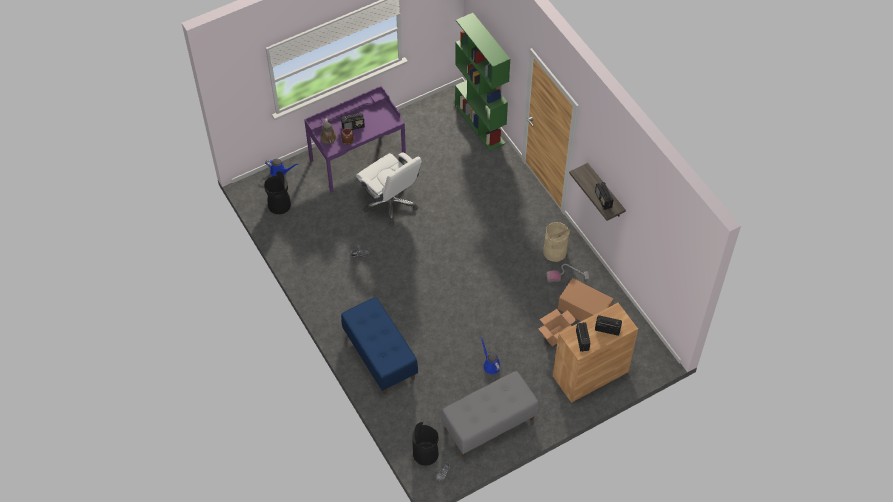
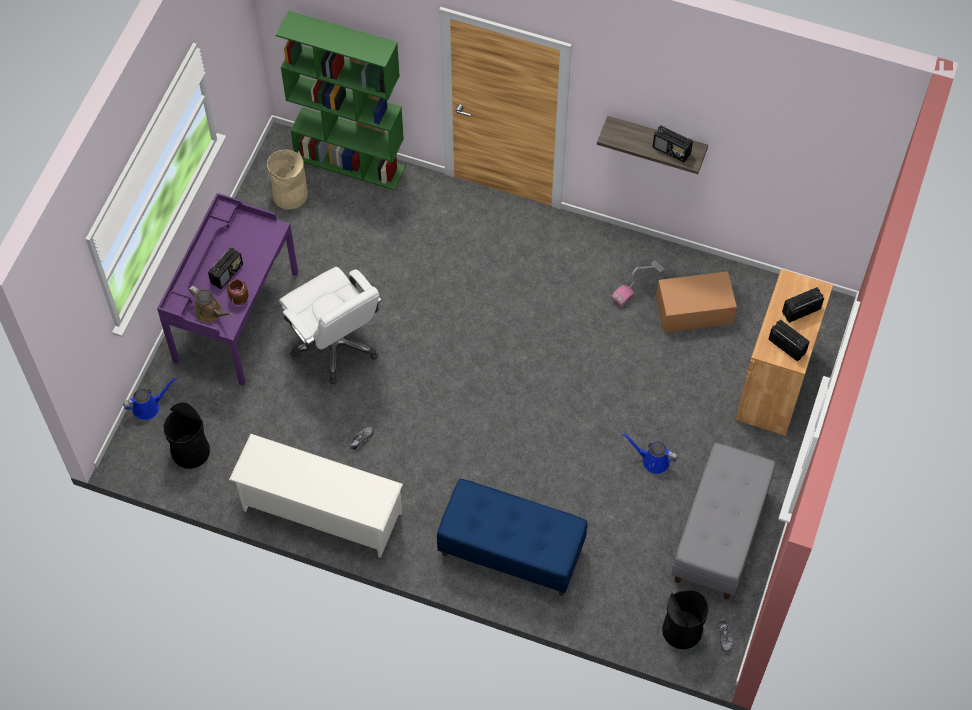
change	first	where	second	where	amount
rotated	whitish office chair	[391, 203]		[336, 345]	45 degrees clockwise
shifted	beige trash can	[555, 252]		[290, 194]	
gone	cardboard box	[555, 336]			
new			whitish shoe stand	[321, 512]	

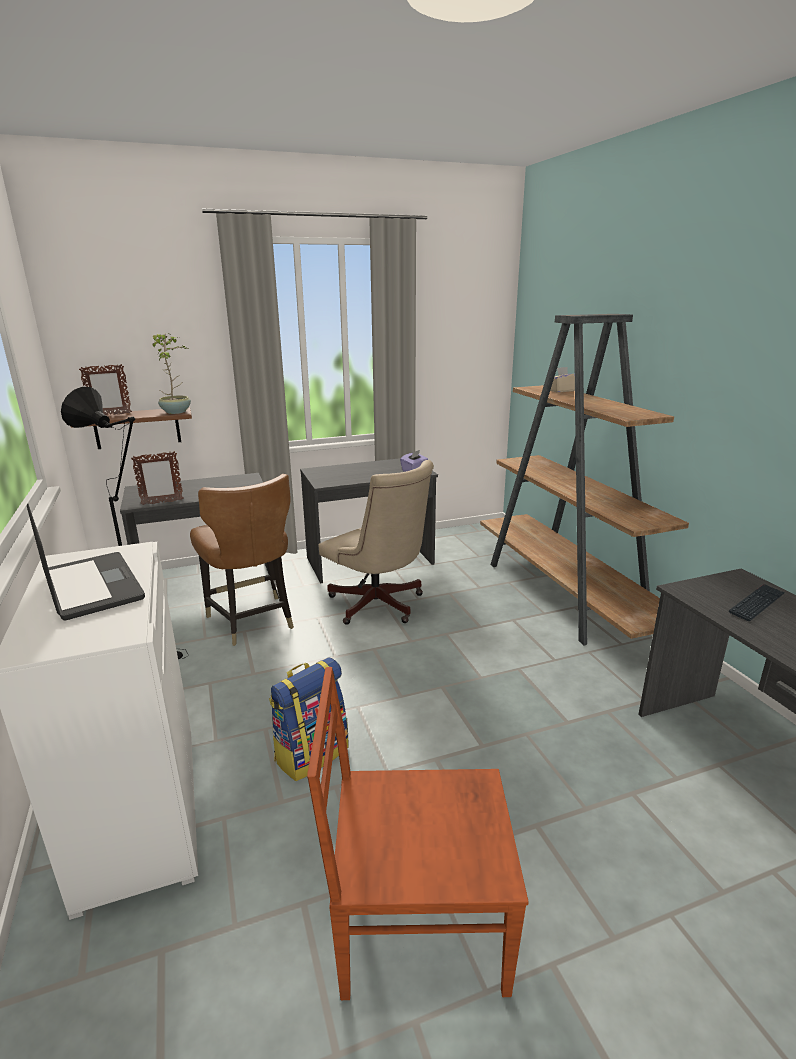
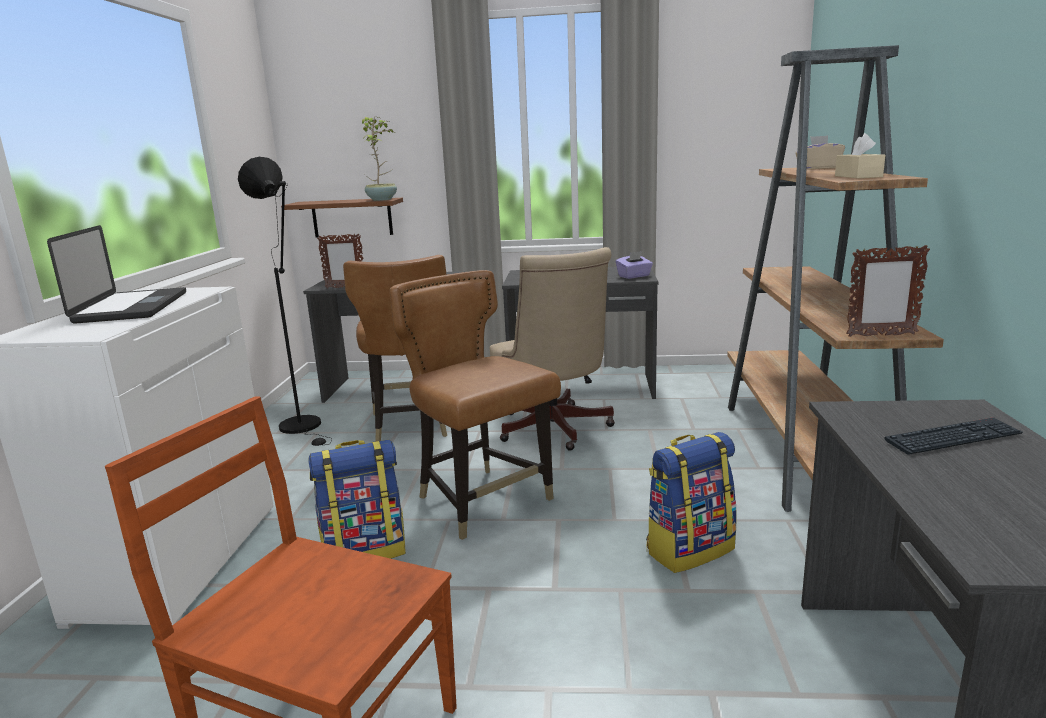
change	first	where	second	where	amount
shifted	photo frame	[111, 415]		[880, 335]	
new			beige tissue holder	[858, 176]	
new			brown-coloured plain chair	[482, 500]	
new			backpack	[689, 549]	

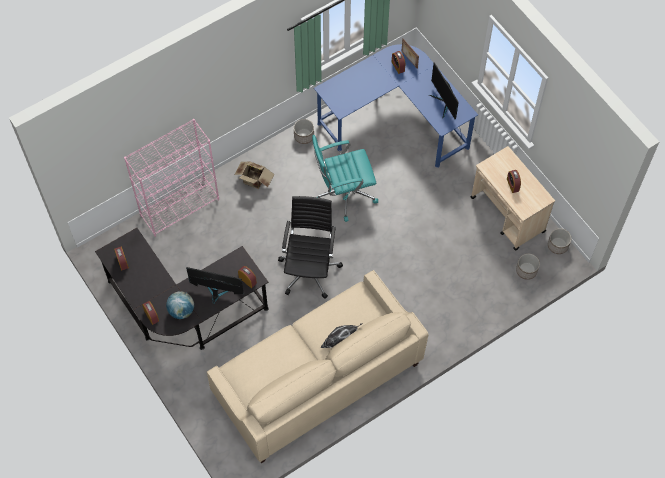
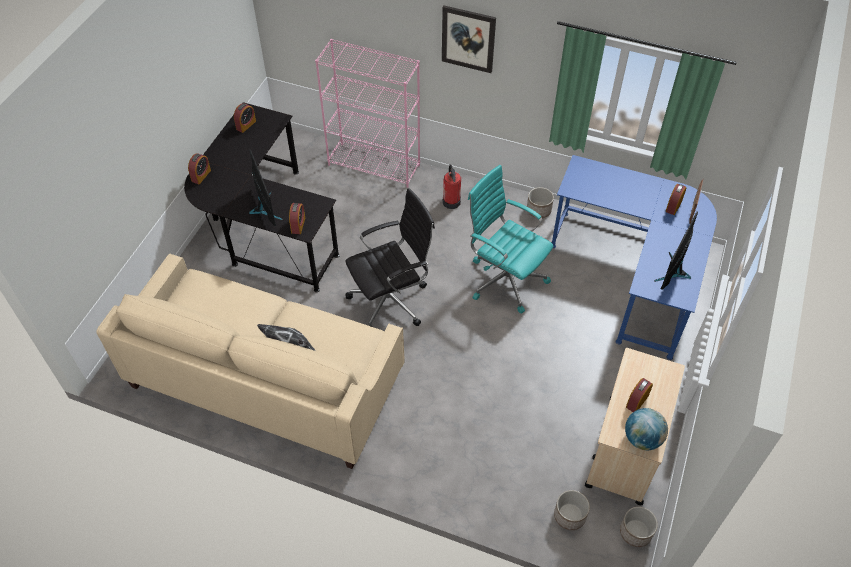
change	first	where	second	where	amount
swapped	cardboard box	[254, 181]	fire-fighting cylinder	[451, 201]	
shifted	world globe	[181, 310]		[642, 439]	
new			picture	[468, 39]	

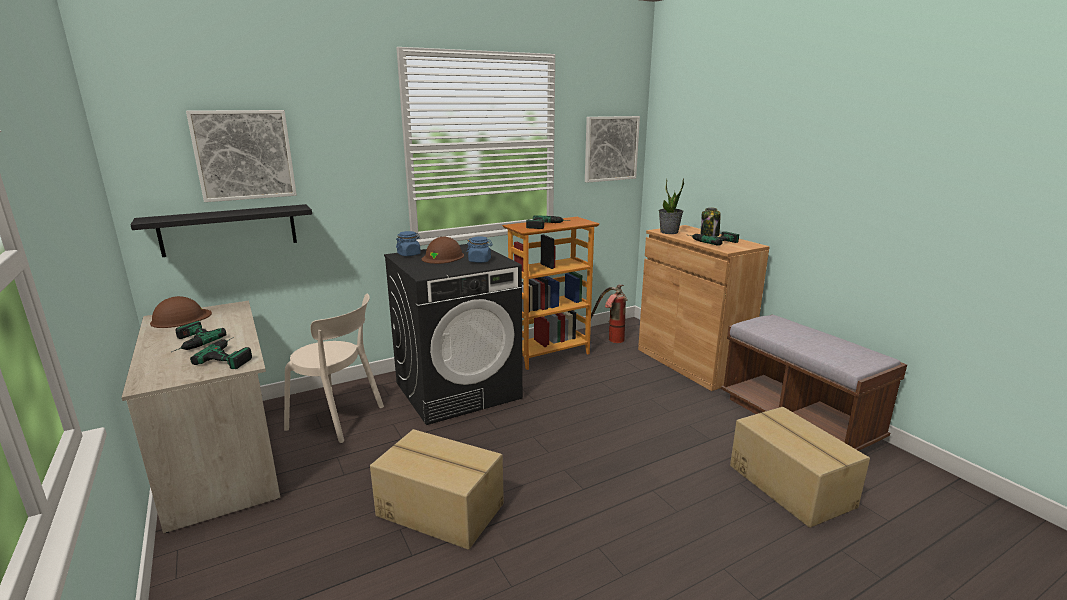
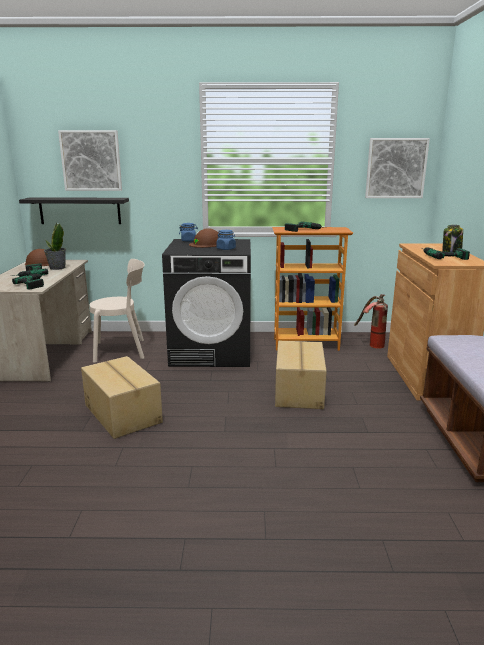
change	first	where	second	where	amount
shifted	plant in a pot	[669, 232]		[57, 268]	
rotated	beige plain chair	[339, 418]		[123, 350]	60 degrees counterclockwise
shifted	cardboard box	[791, 485]		[300, 390]	

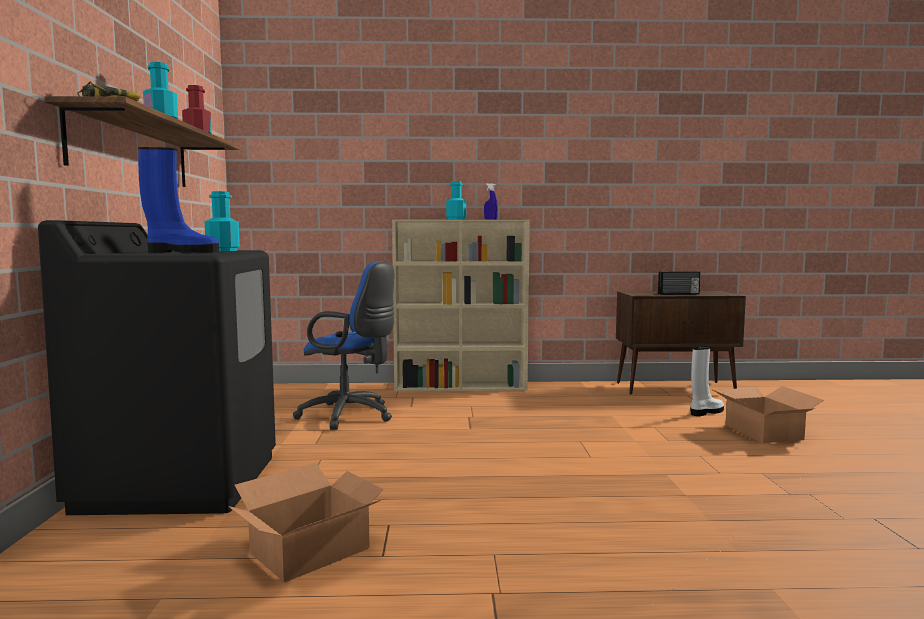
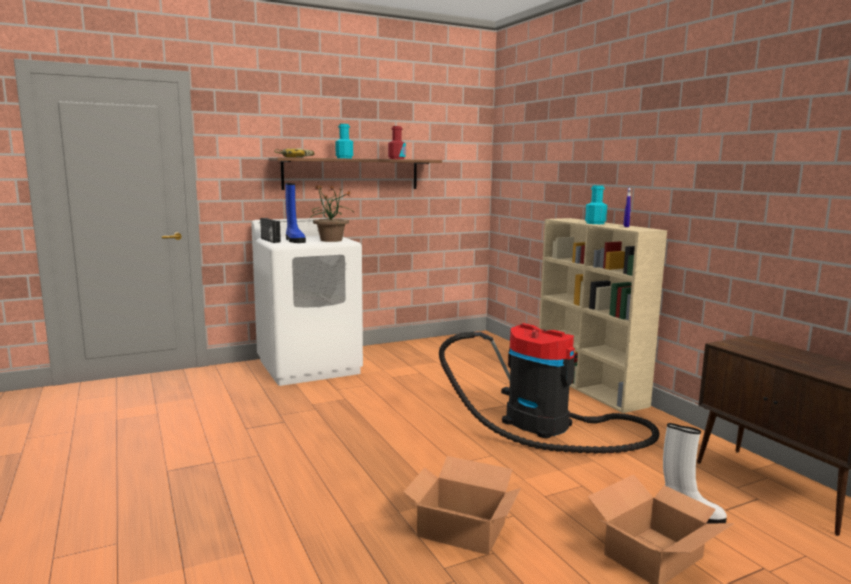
change	first	where	second	where	amount
swapped	blue-green beverage bottle	[223, 250]	plant in a pot	[331, 240]	
repainted	blackish washing machine	[180, 482]	whitish washing machine	[309, 366]	
gone	blue-coloured office chair	[350, 416]			
shifted	radio	[679, 294]		[269, 240]	
shifted	cardboard box	[311, 551]		[462, 530]	
new			vacuum cleaner	[544, 426]	

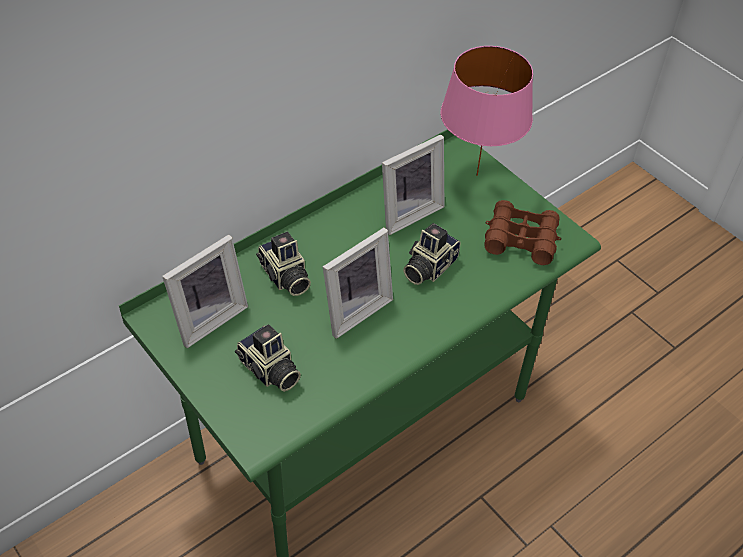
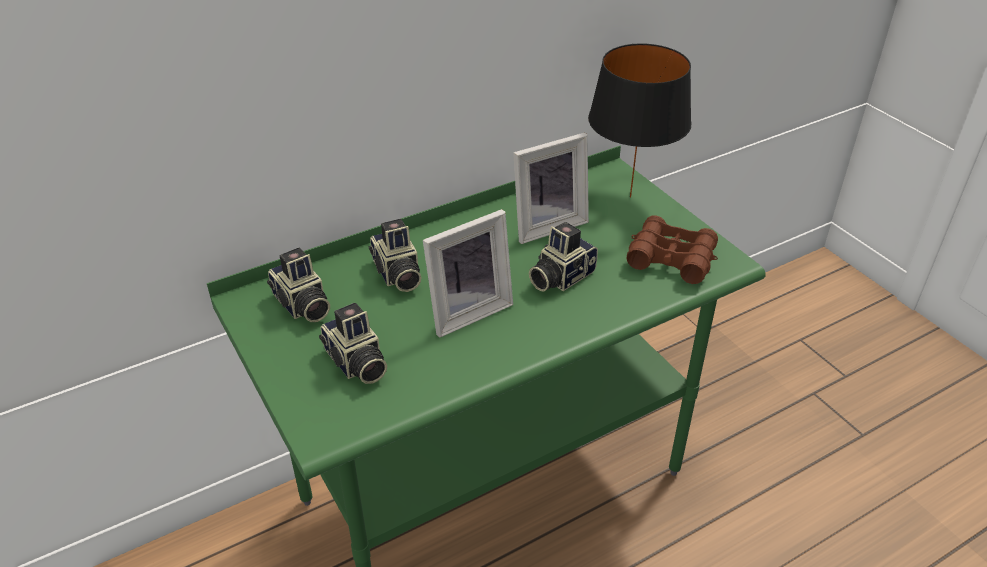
change	first	where	second	where	amount
repainted	pink lamp for a table	[478, 175]	blackish lamp for a table	[631, 197]	
swapped	photo frame	[207, 317]	still camera	[301, 306]	

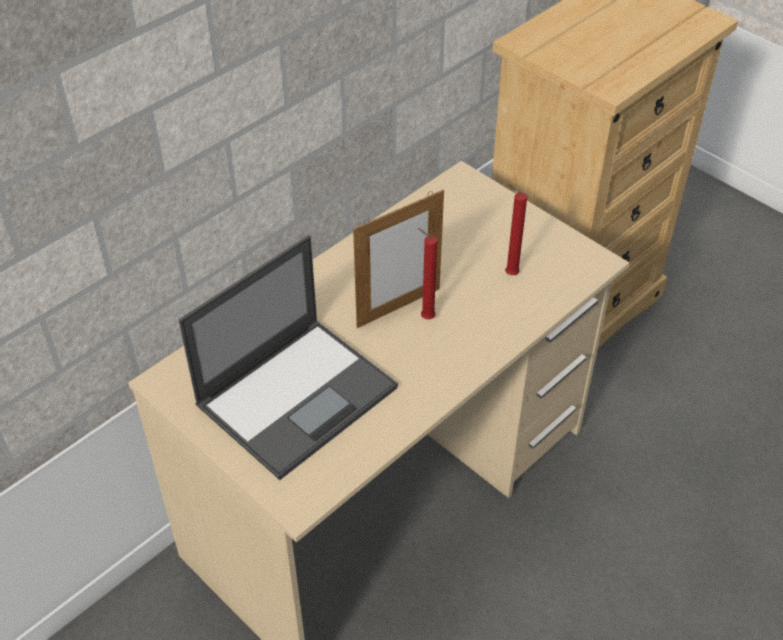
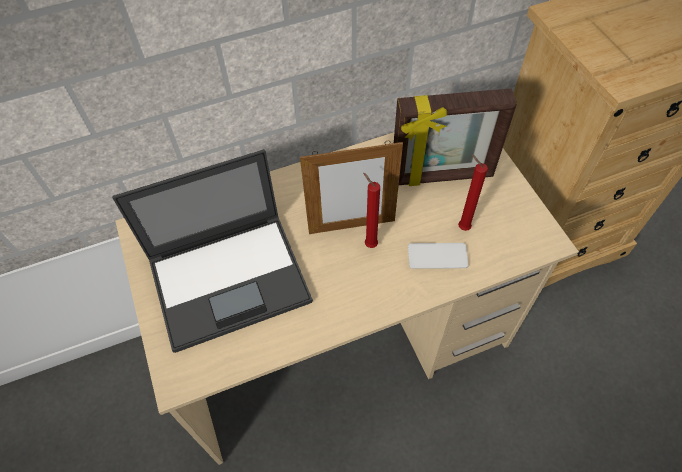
change	first	where	second	where	amount
new			photo frame	[442, 176]	
new			phone	[437, 256]	

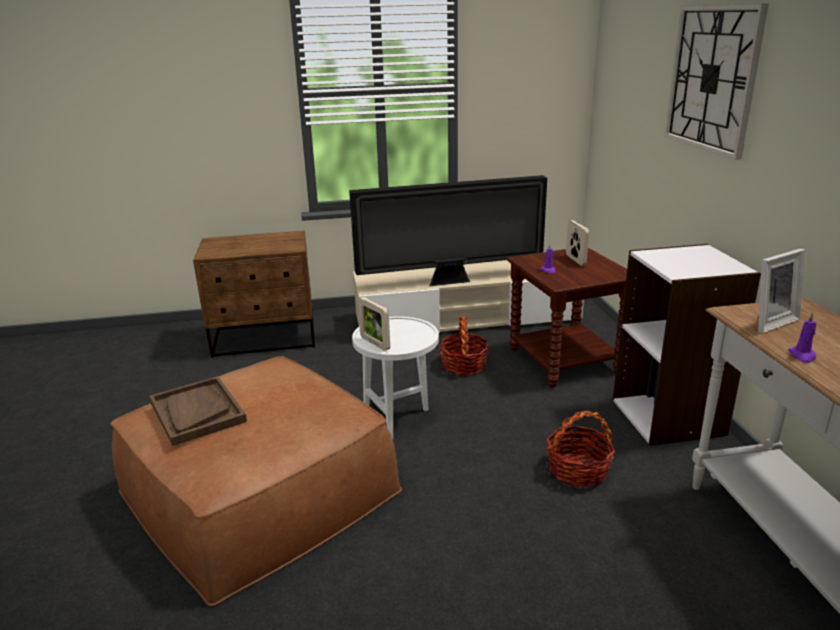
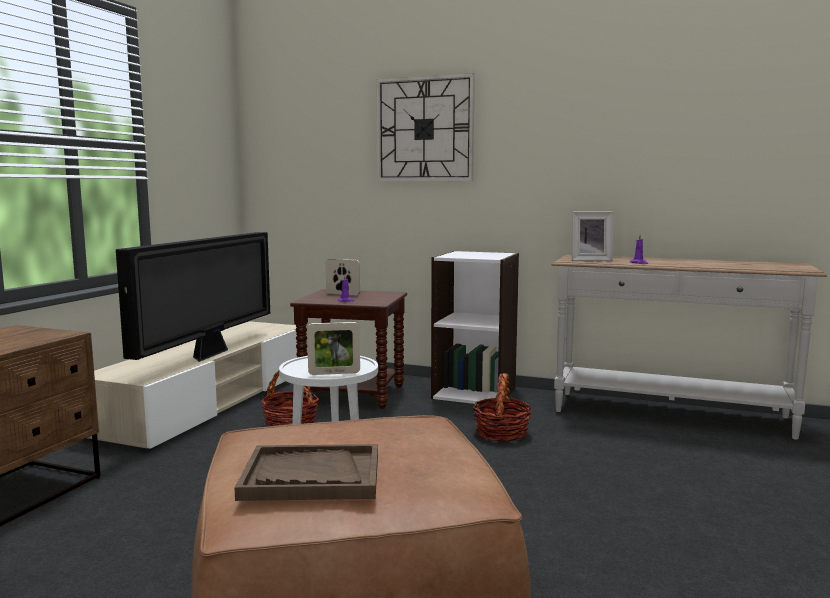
change	first	where	second	where	amount
rotated	photo frame	[768, 322]		[590, 260]	90 degrees clockwise

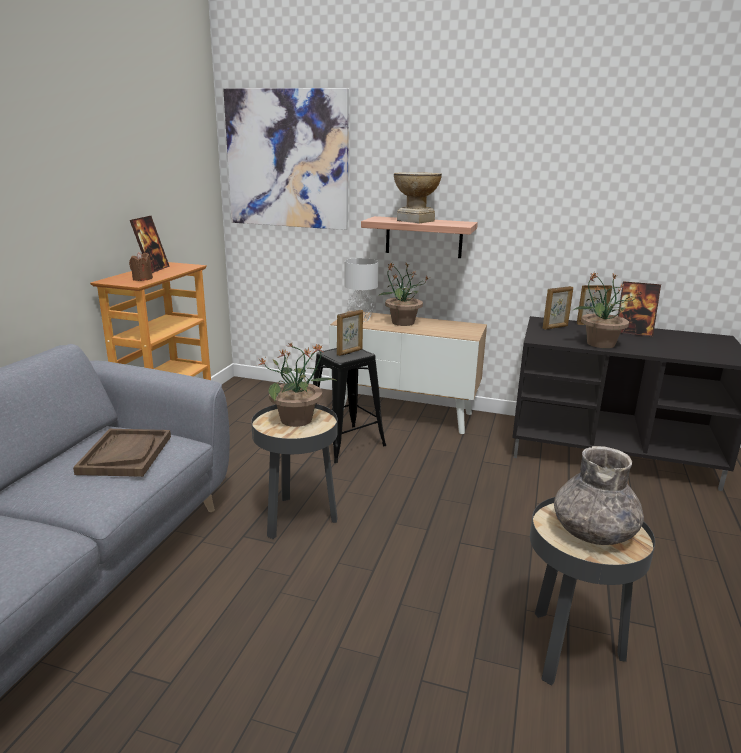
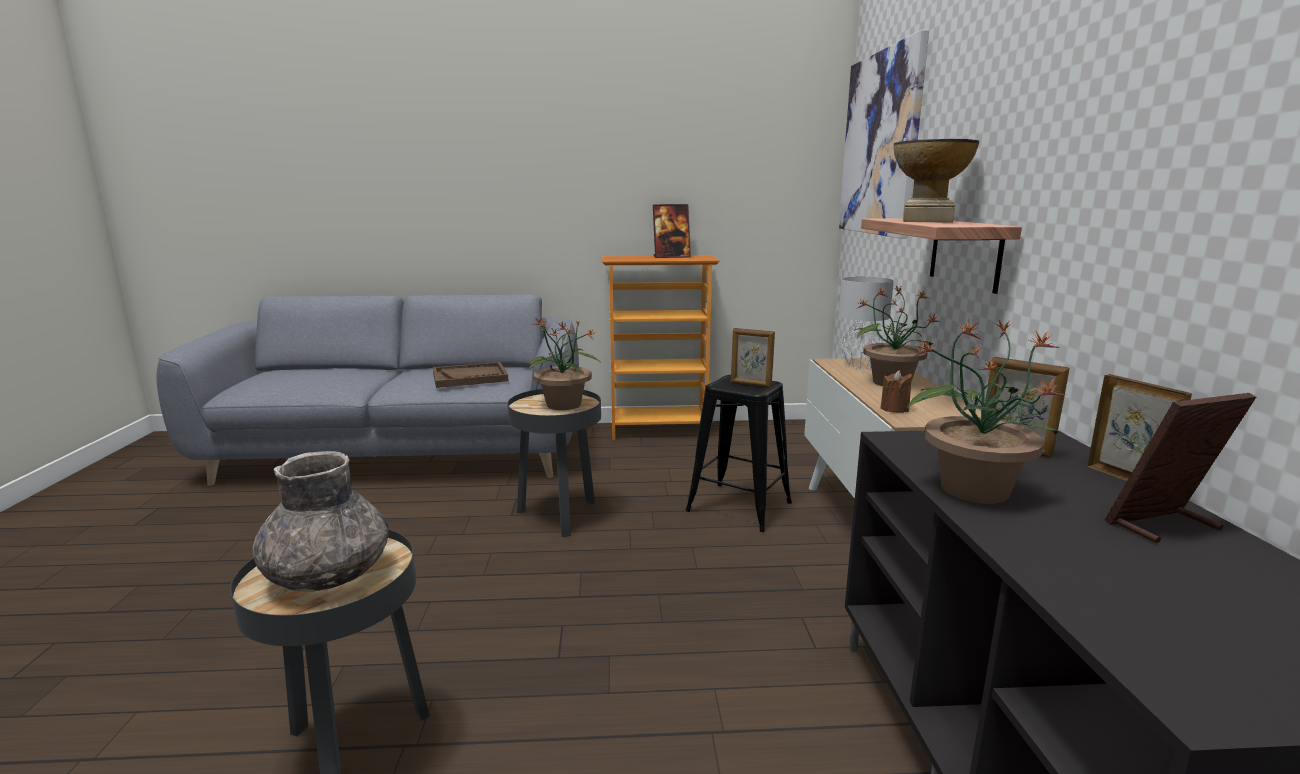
change	first	where	second	where	amount
shifted	brown-coloured candle	[142, 279]		[894, 409]	
rotated	photo frame	[633, 332]		[1163, 526]	75 degrees clockwise

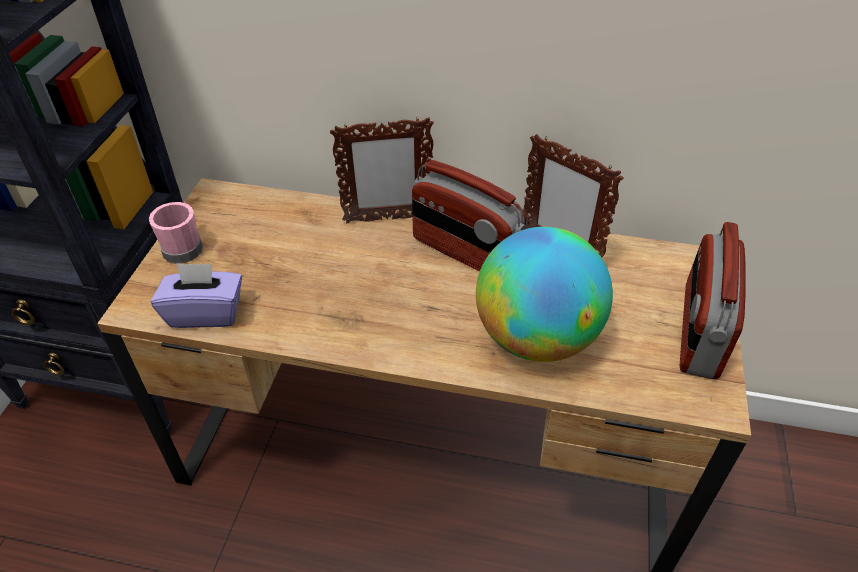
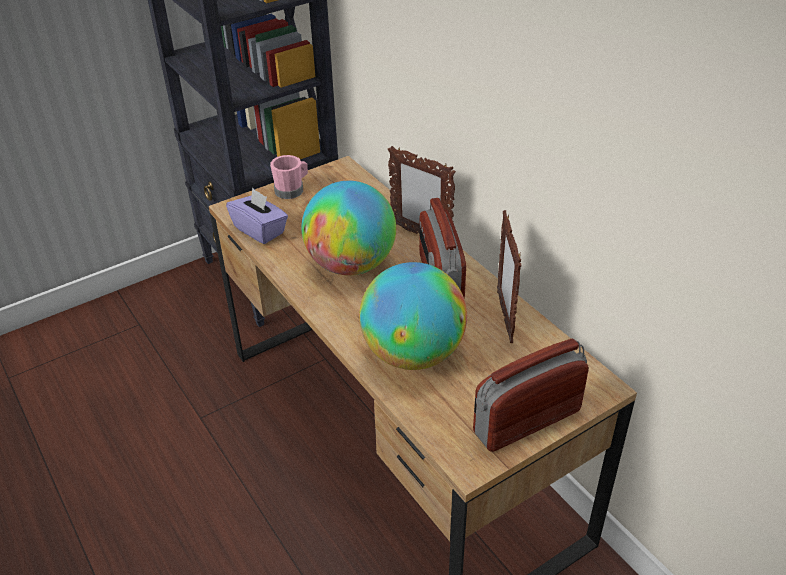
change	first	where	second	where	amount
new			world globe	[351, 265]	

